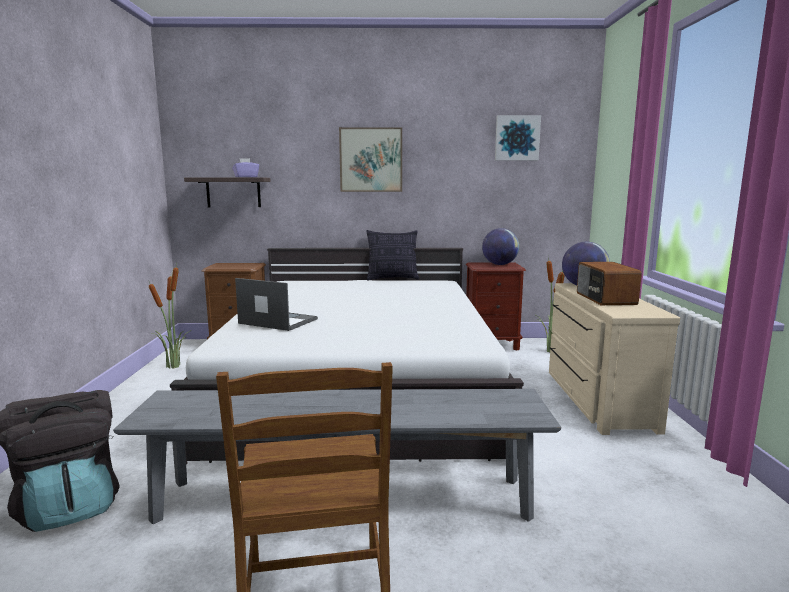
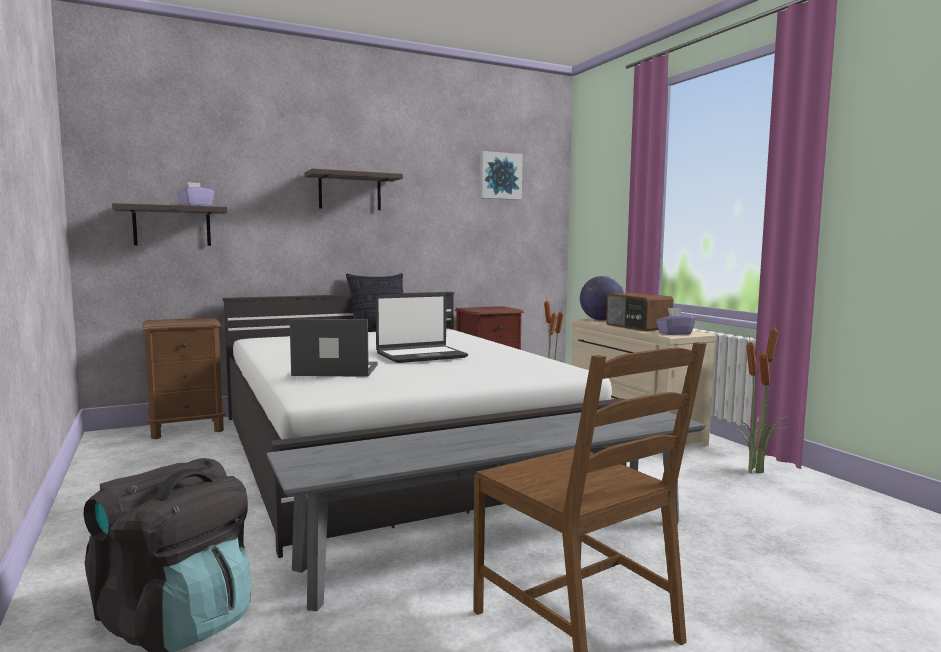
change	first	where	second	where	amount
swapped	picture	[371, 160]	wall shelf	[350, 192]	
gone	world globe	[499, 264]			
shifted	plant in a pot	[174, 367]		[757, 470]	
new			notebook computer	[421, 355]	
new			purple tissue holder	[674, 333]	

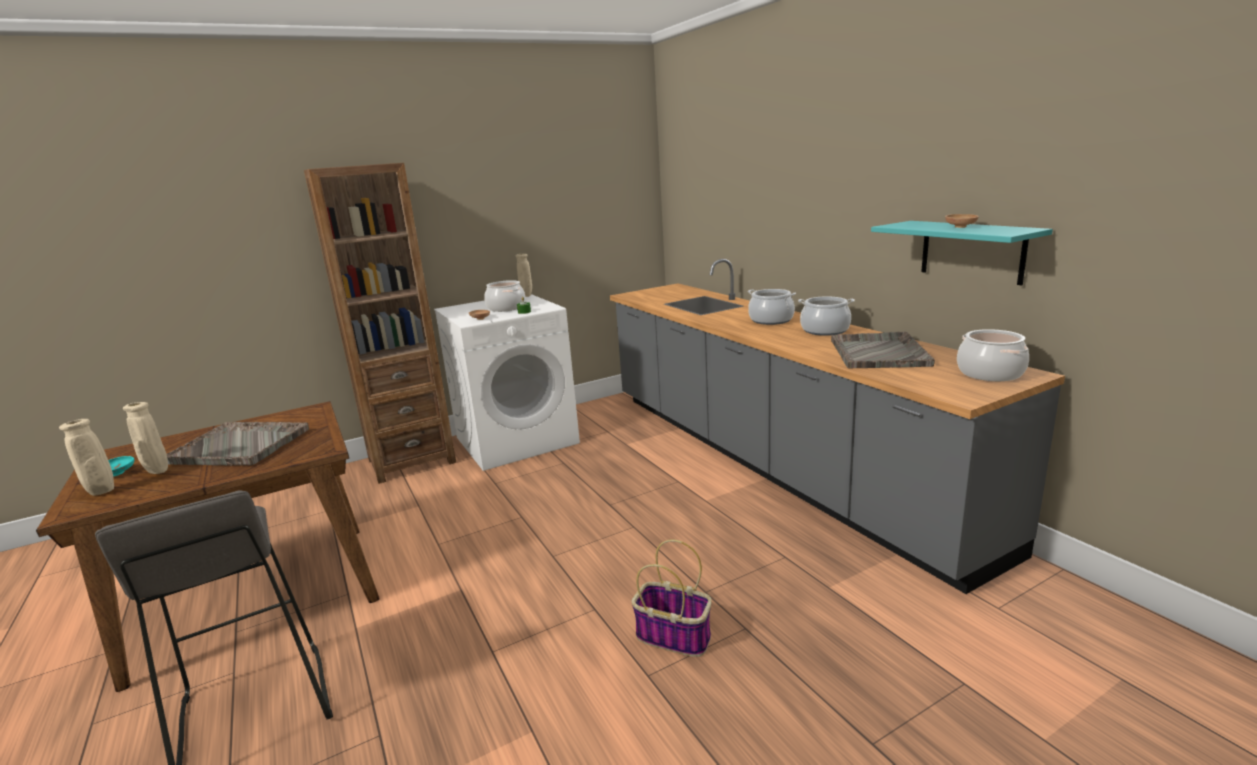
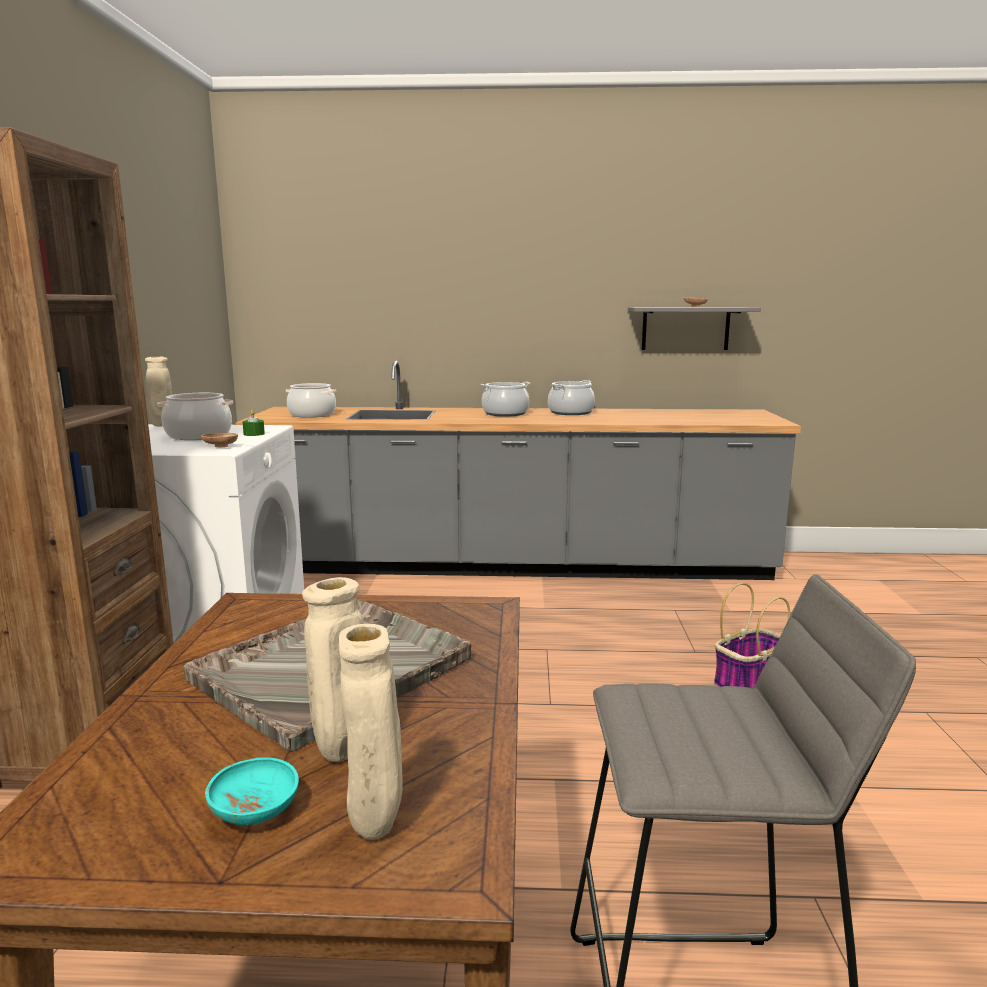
change	first	where	second	where	amount
repainted	blue-green wall shelf	[971, 251]	grey wall shelf	[685, 328]	
shifted	saucepot	[989, 373]		[311, 415]	
gone	grey carrying tray	[878, 352]			

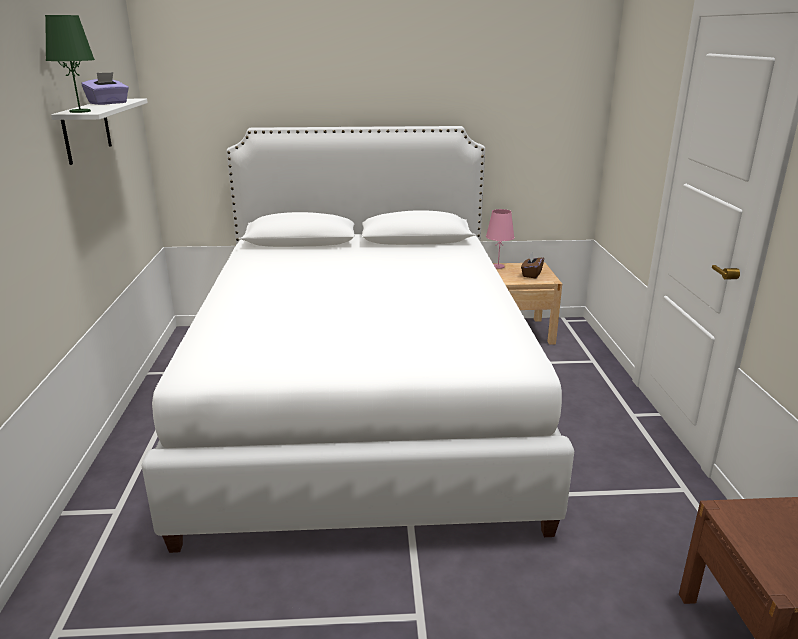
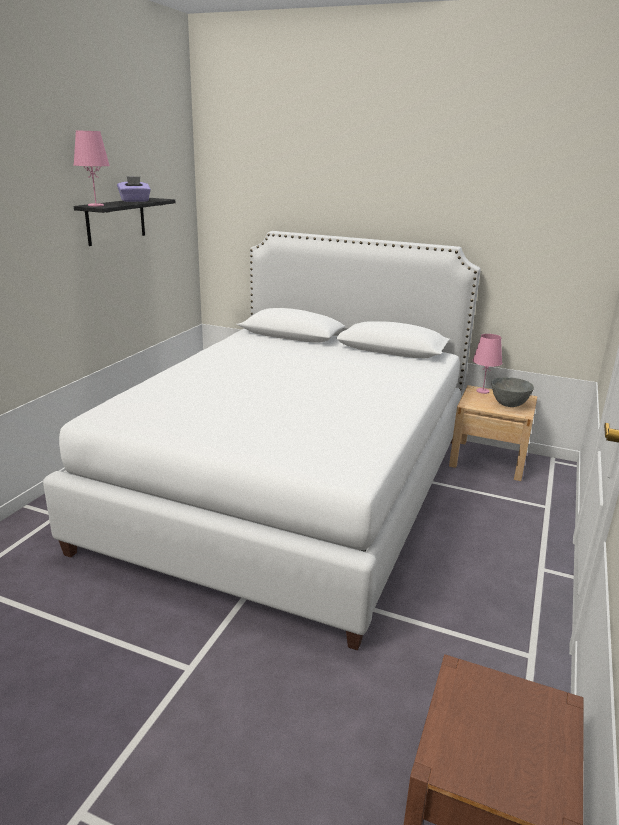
change	first	where	second	where	amount
repainted	green lamp for a table	[80, 111]	pink lamp for a table	[96, 205]	
repainted	whitish wall shelf	[87, 130]	blackish wall shelf	[116, 221]	
swapped	brown-coloured tissue holder	[531, 274]	grey bowl	[509, 405]	

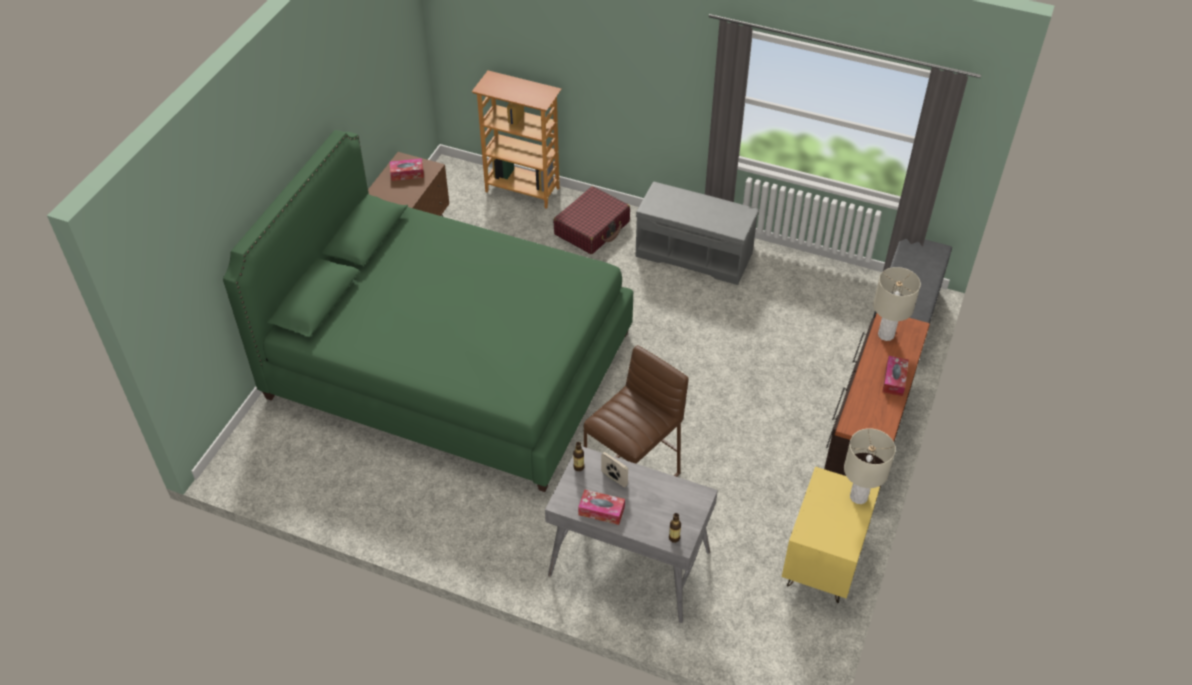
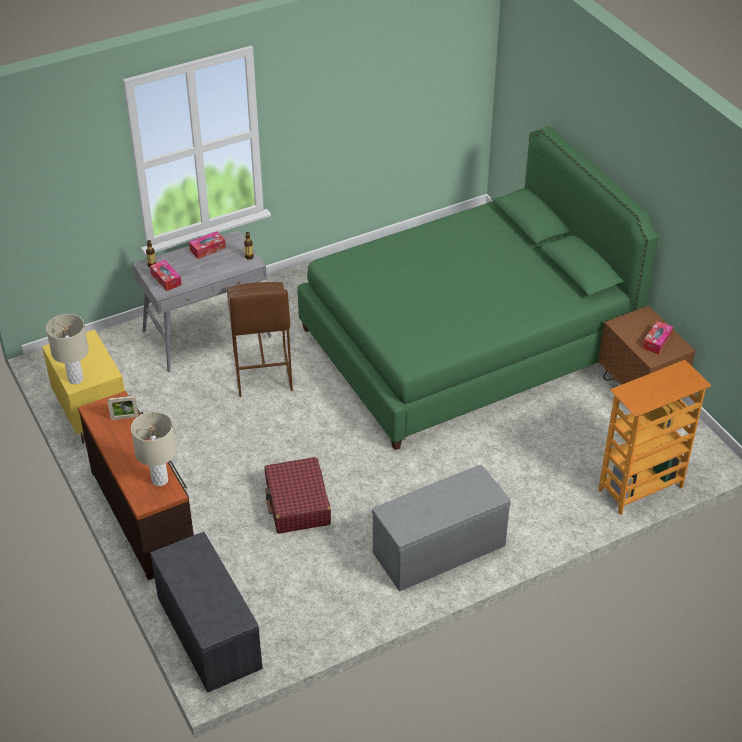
change	first	where	second	where	amount
shifted	red-coloured piece of luggage	[592, 228]		[297, 504]	
shifted	tissue holder	[894, 380]		[166, 279]	
shifted	photo frame	[614, 479]		[124, 417]	

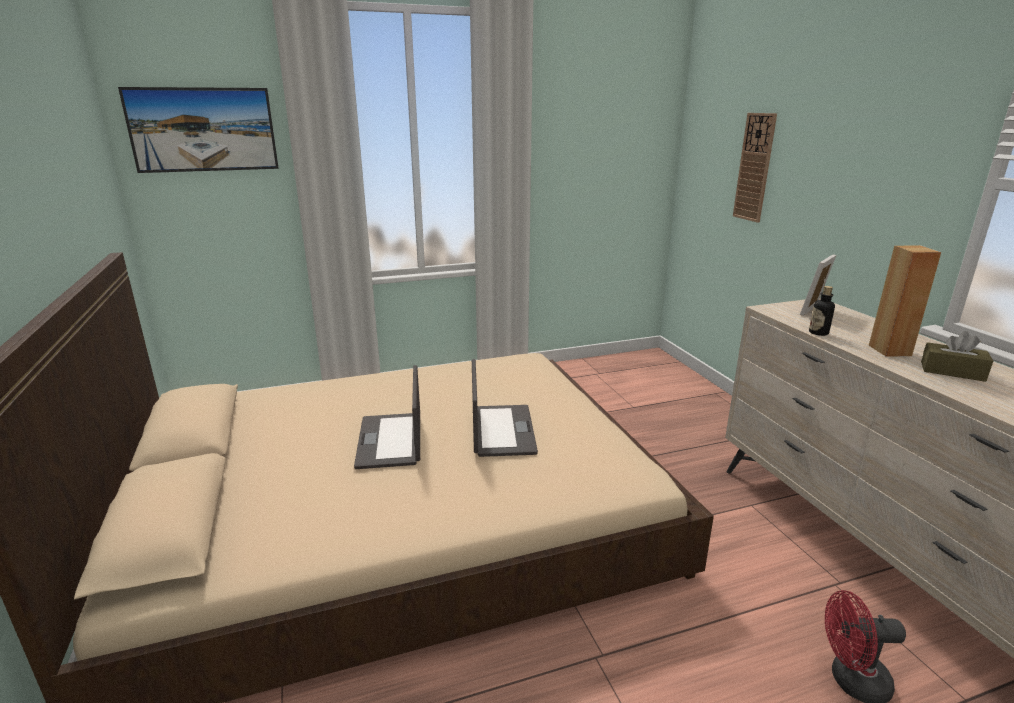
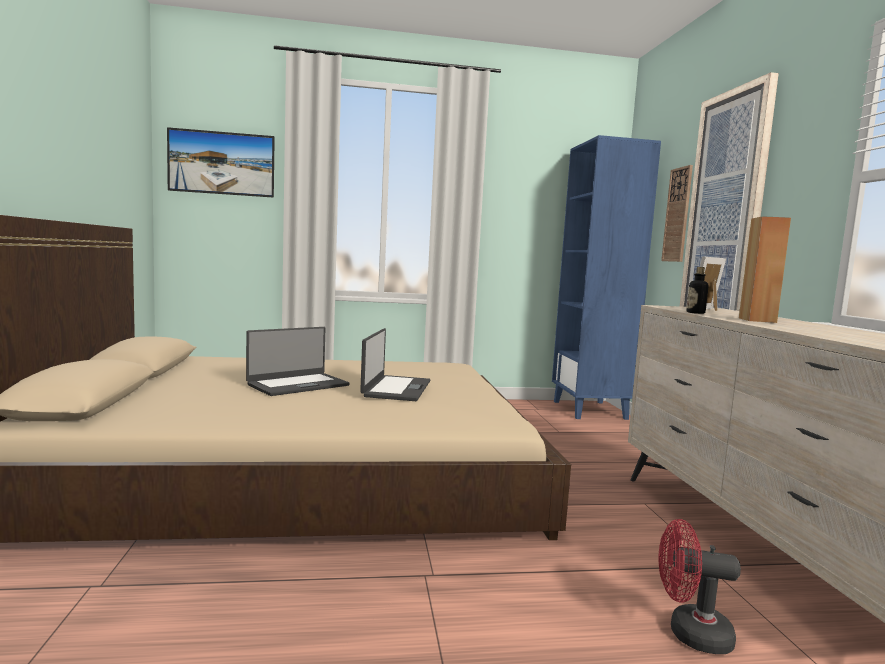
change	first	where	second	where	amount
gone	brown-coloured tissue holder	[952, 371]			
rotated	notebook computer	[391, 440]		[297, 385]	135 degrees counterclockwise
new			picture	[726, 210]	
new			blue-coloured bookshelf	[590, 410]	

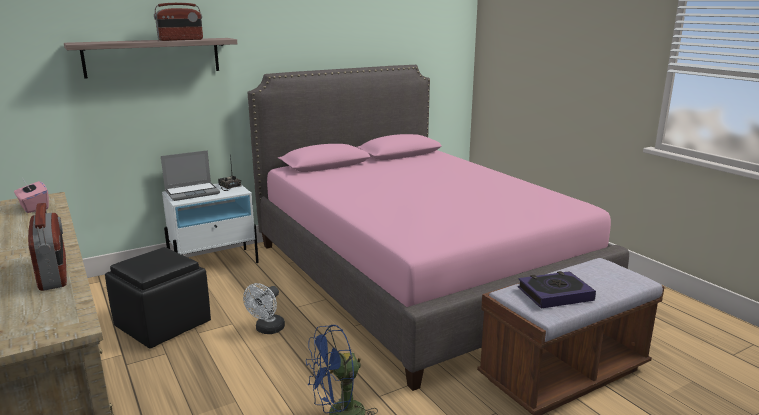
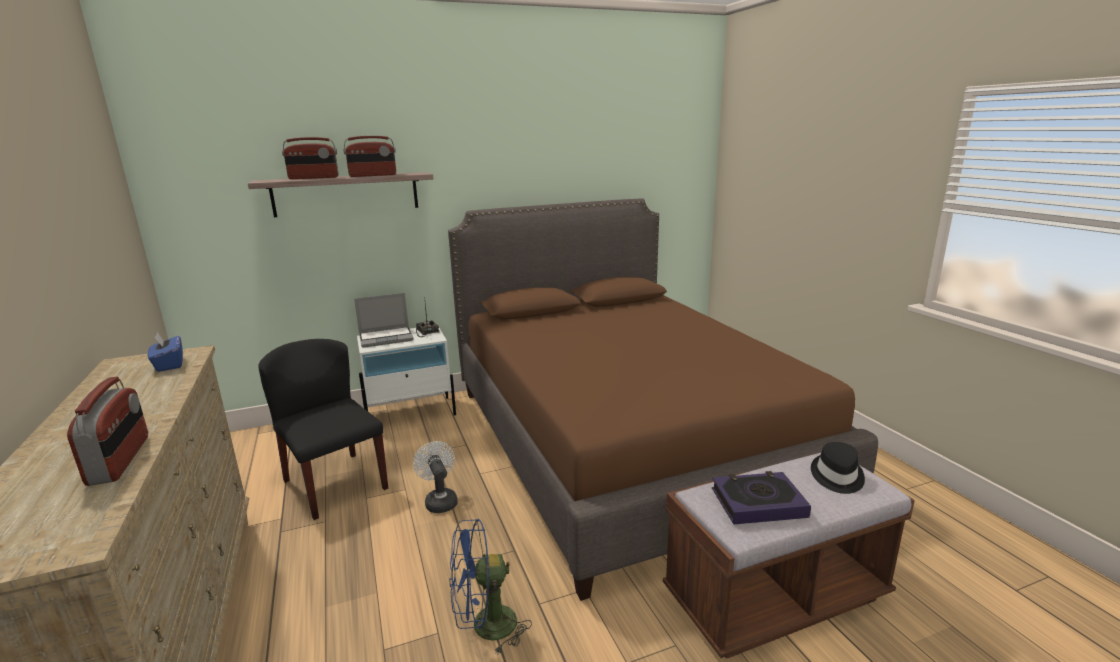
change	first	where	second	where	amount
repainted	pink bedroom bed	[417, 275]	brown-coloured bedroom bed	[625, 442]	
repainted	pink tissue holder	[34, 207]	blue-coloured tissue holder	[169, 365]	
swapped	blackish pouffe	[163, 324]	blackish plain chair	[334, 484]	
rotated	whitish fan	[267, 330]		[439, 500]	120 degrees clockwise
new			radio	[313, 178]	
new			blackish wearable hat	[836, 476]	

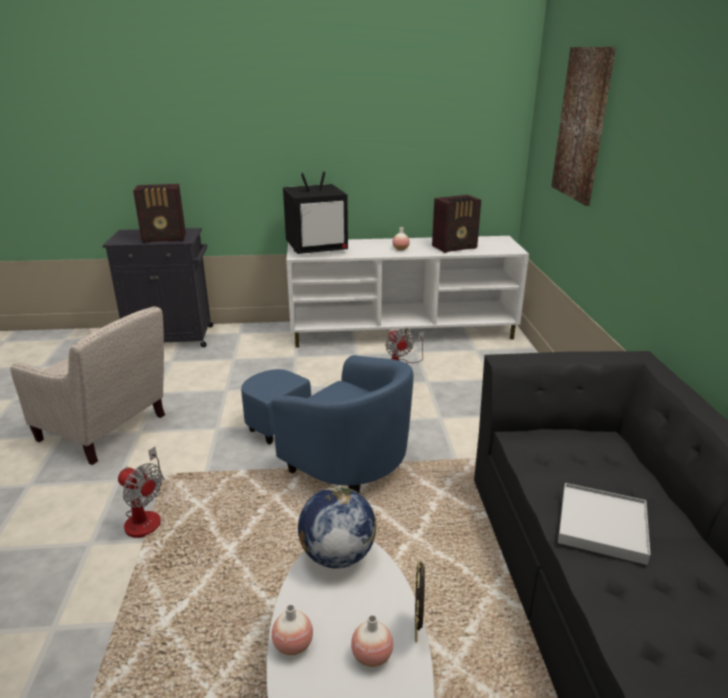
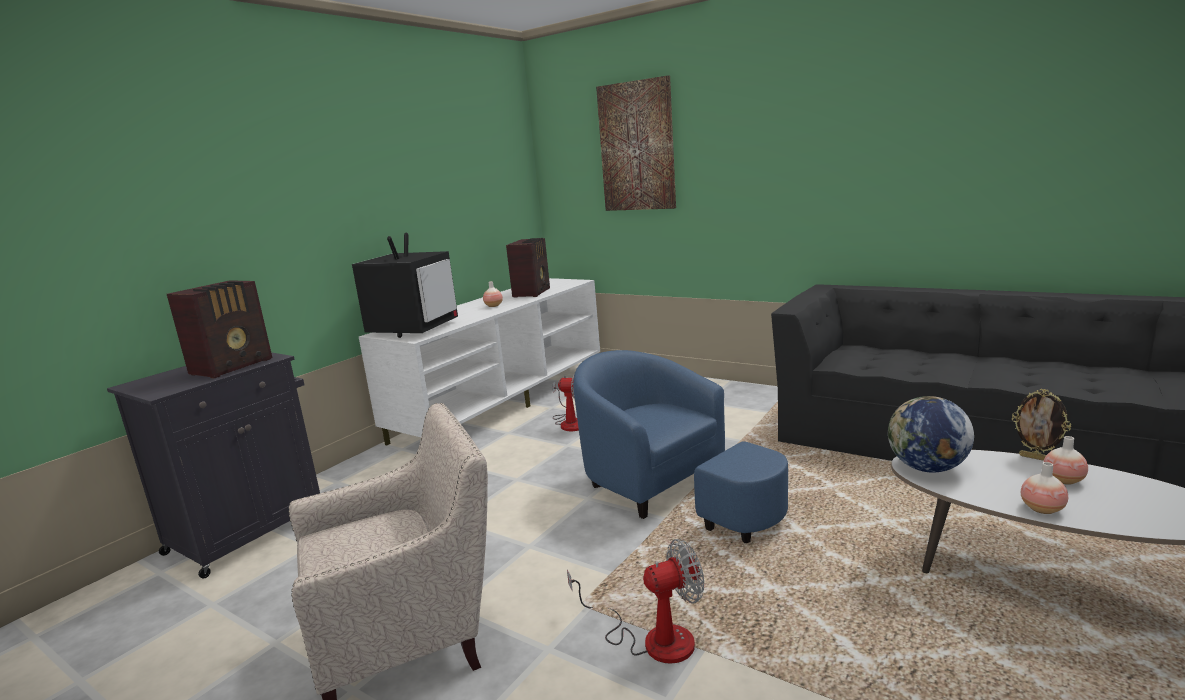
change	first	where	second	where	amount
rotated	blue-coloured armchair	[331, 455]		[669, 492]	120 degrees counterclockwise
gone	whitish carrying tray	[601, 525]			

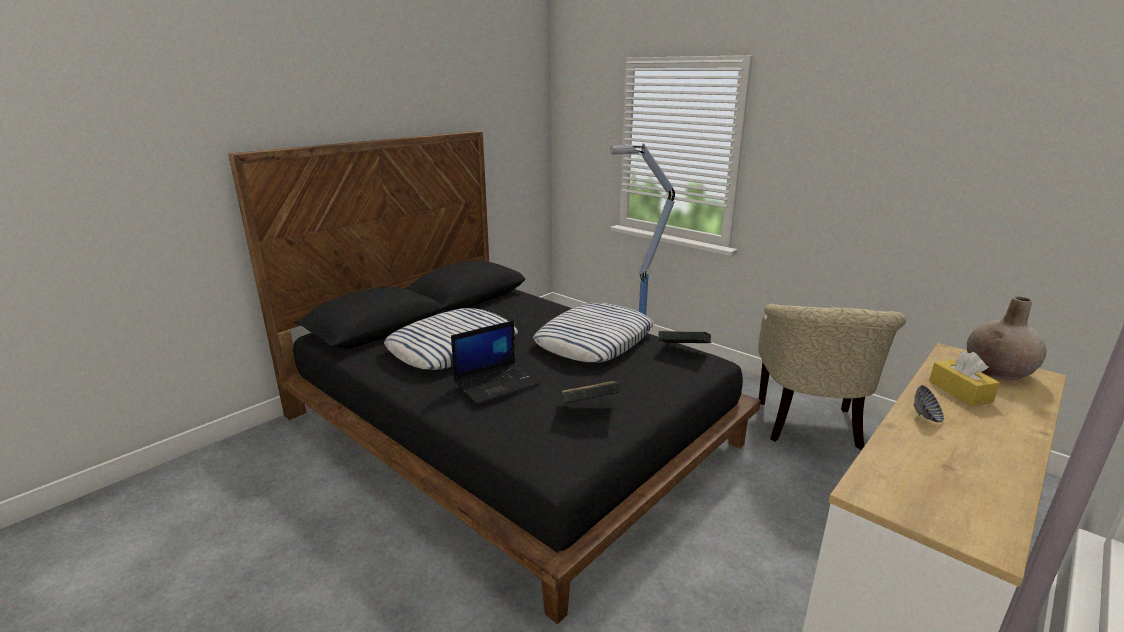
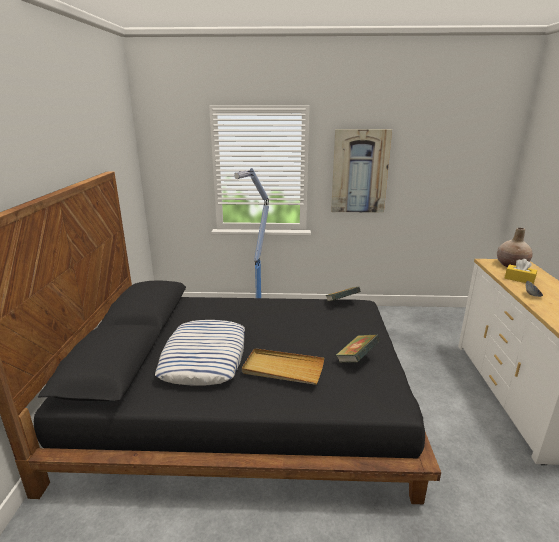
change	first	where	second	where	amount
gone	cushion	[594, 340]			
gone	beige armchair	[810, 427]			
swapped	notebook computer	[497, 383]	beige carrying tray	[283, 369]	
new			picture	[359, 171]	

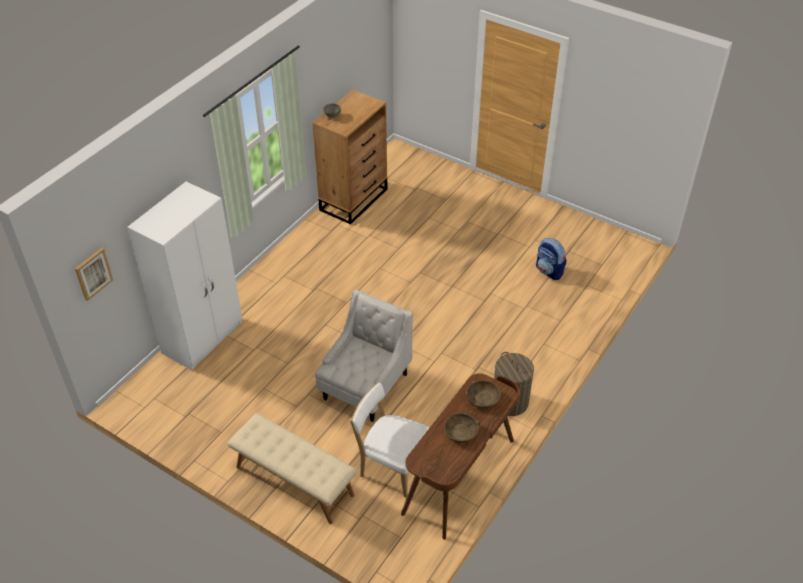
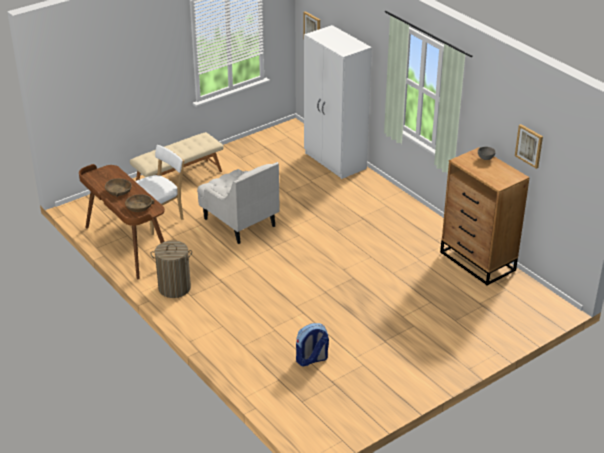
change	first	where	second	where	amount
new			picture	[529, 145]	

